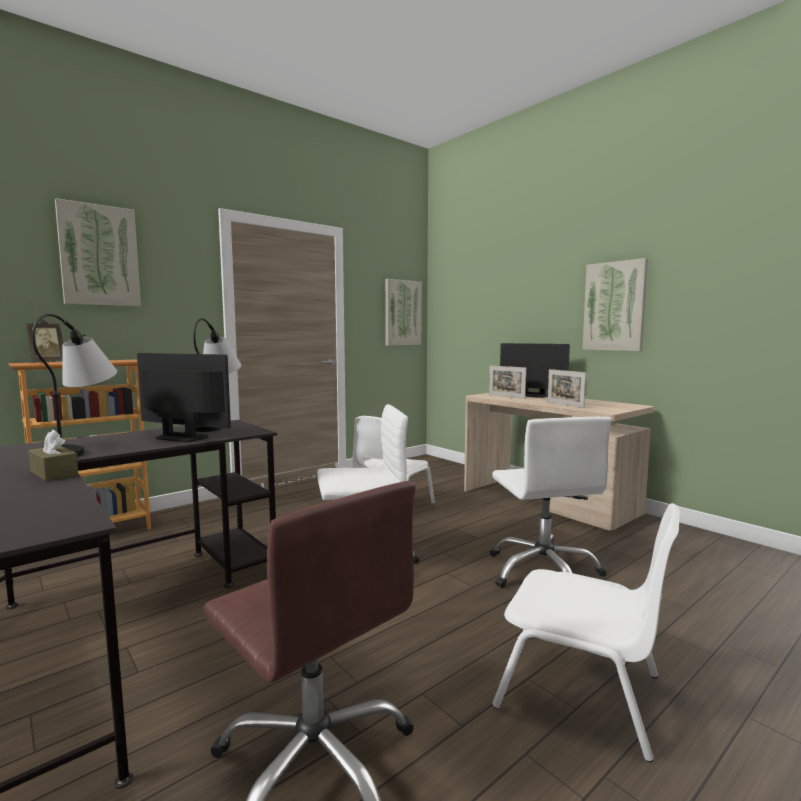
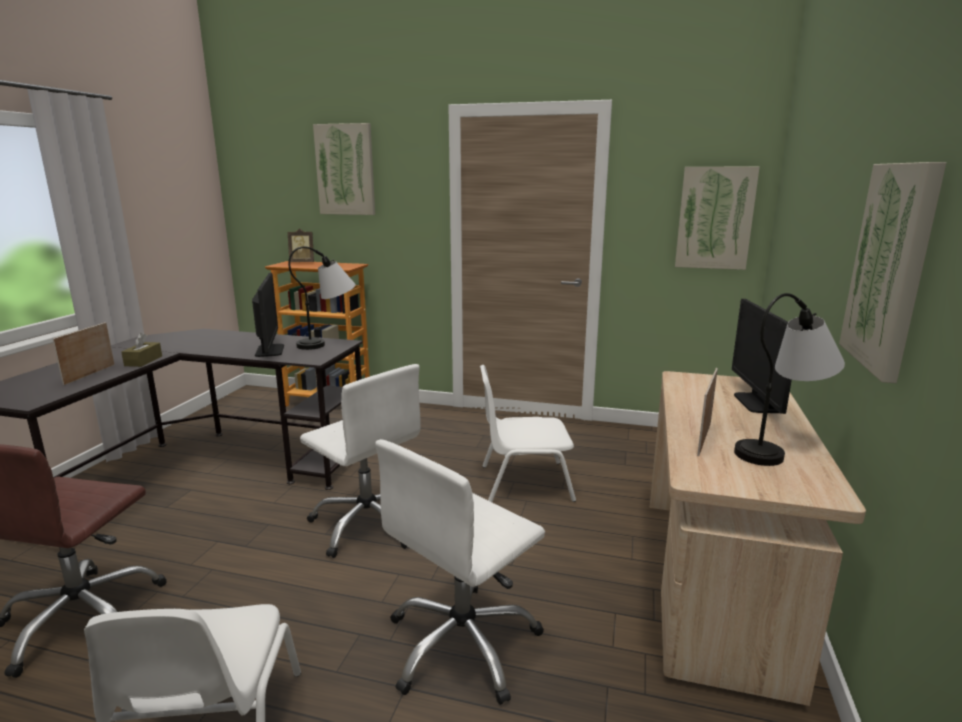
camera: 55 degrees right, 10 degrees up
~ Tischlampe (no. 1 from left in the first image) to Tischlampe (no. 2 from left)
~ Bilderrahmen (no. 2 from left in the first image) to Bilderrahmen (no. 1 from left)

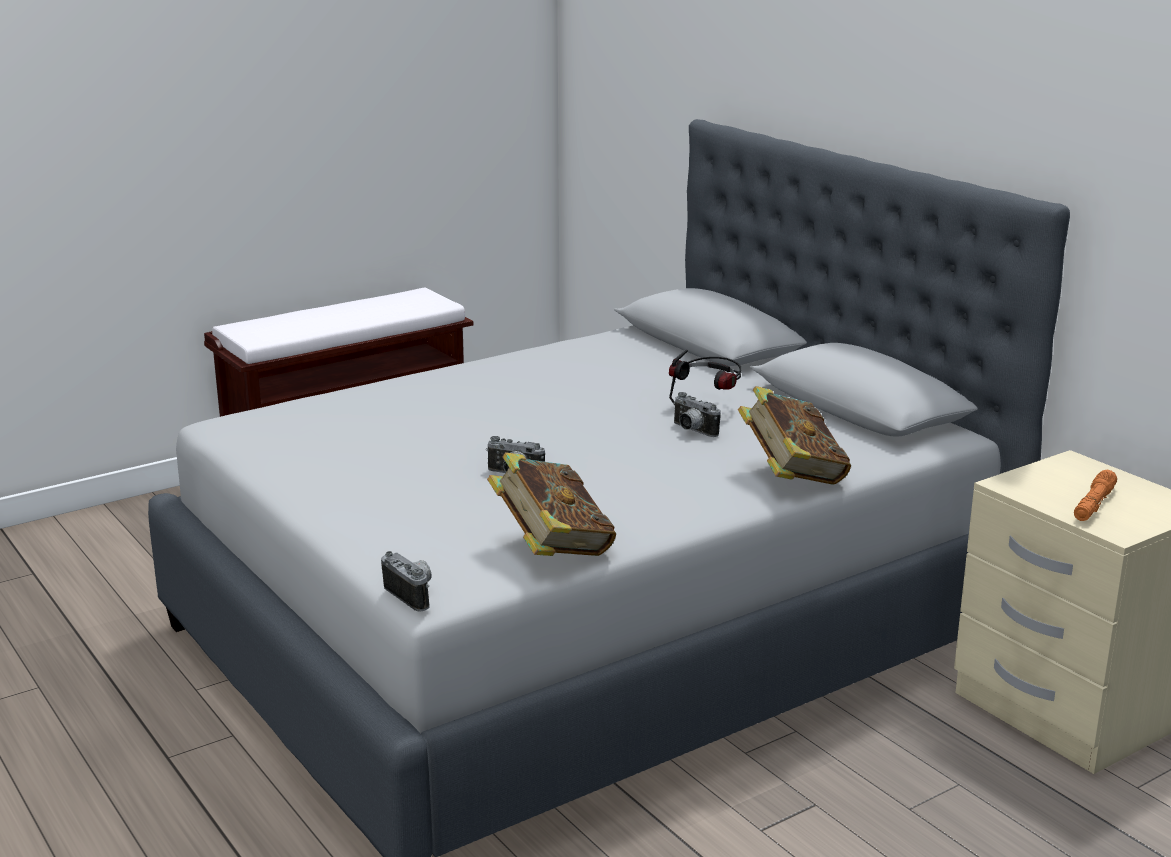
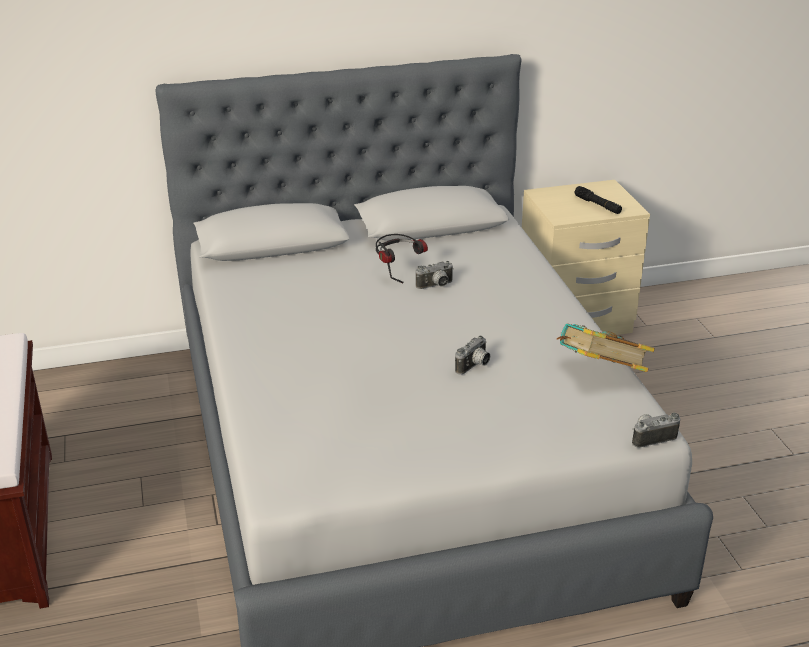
camera: 70 degrees left, 10 degrees up
- Buch (no. 2 from left)
~ Taschenlampe [orange] to Taschenlampe [schwarz]

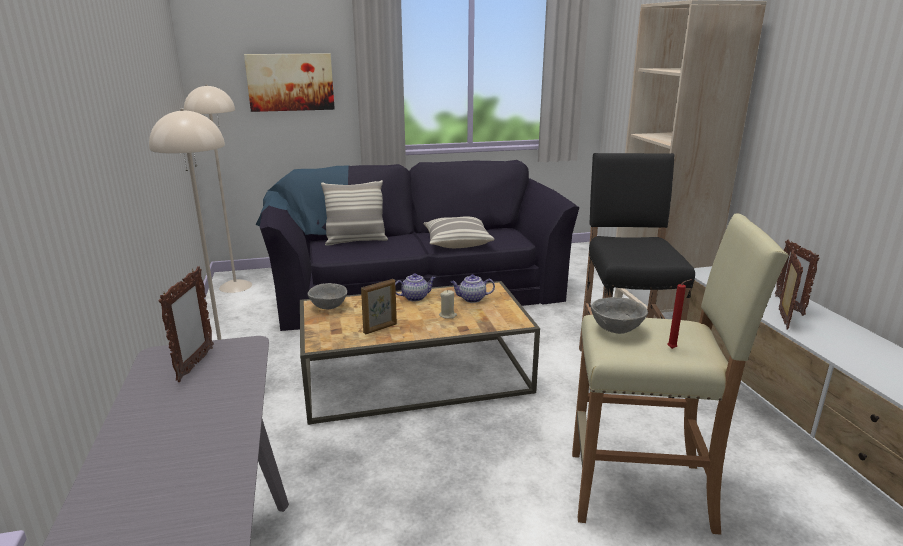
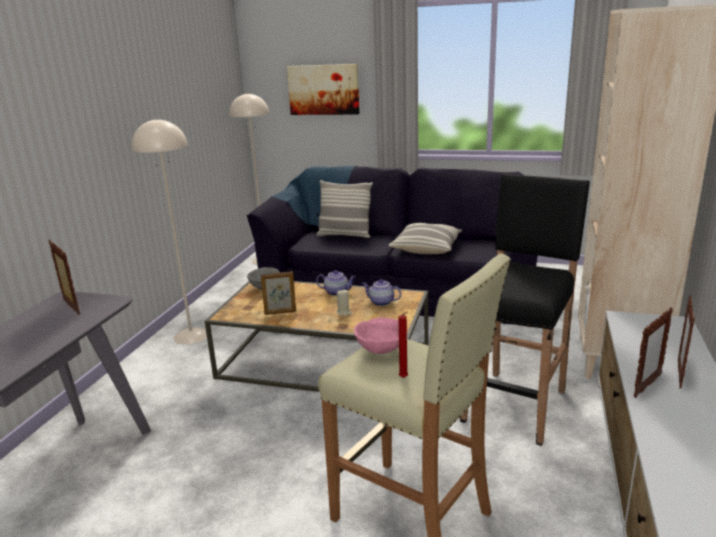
camera: 30 degrees right, 0 degrees up
~ Schüssel [grau] (no. 2 from left) to Schüssel [rosa]
~ Bilderrahmen (no. 1 from left) 75 degrees counterclockwise

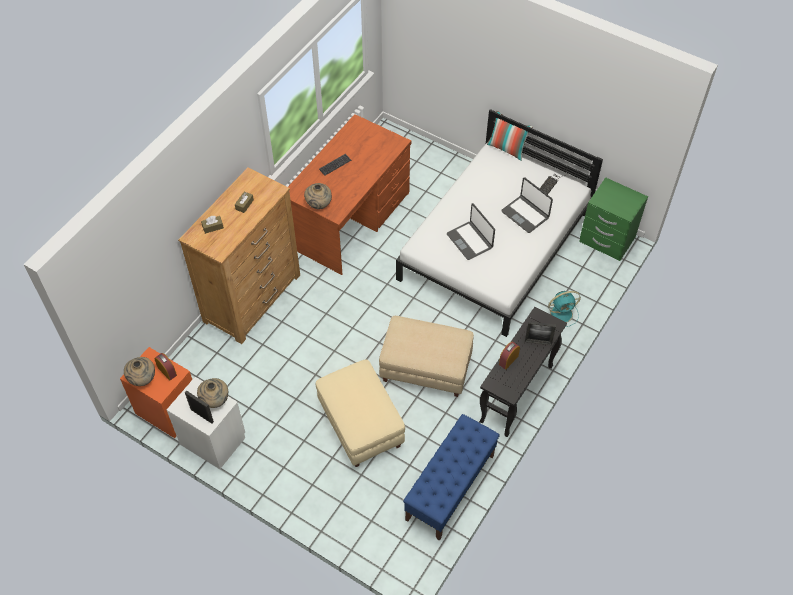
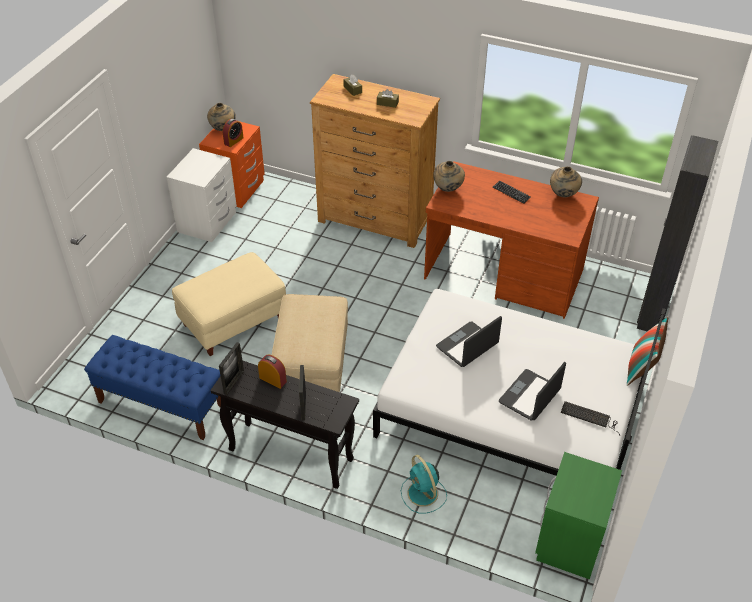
camera: 80 degrees right, 10 degrees down
+ Kleiderschrank [schwarz]
~ Bilderrahmen (no. 1 from left)
~ Vase [beige] (no. 2 from left in the first image) to Vase [beige] (no. 3 from left)

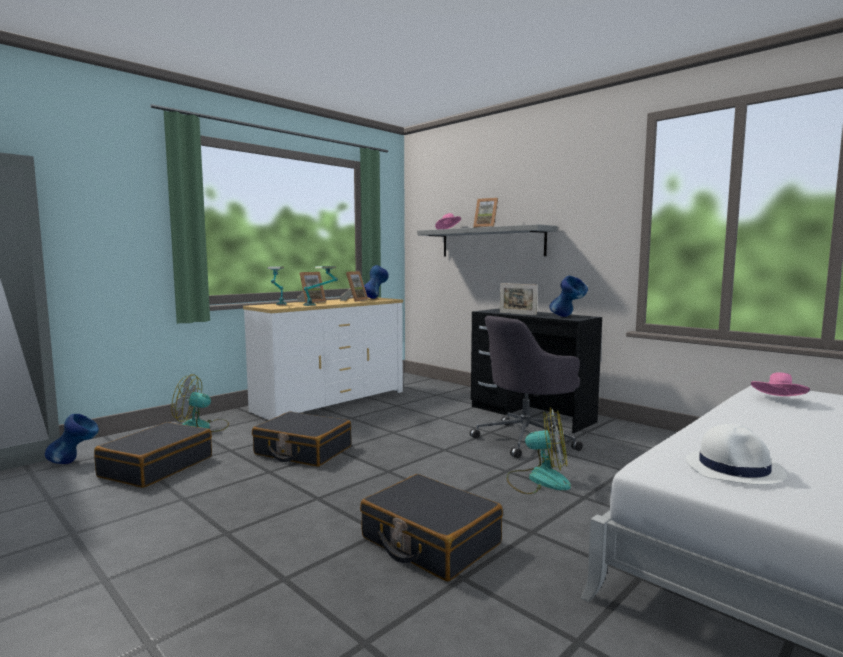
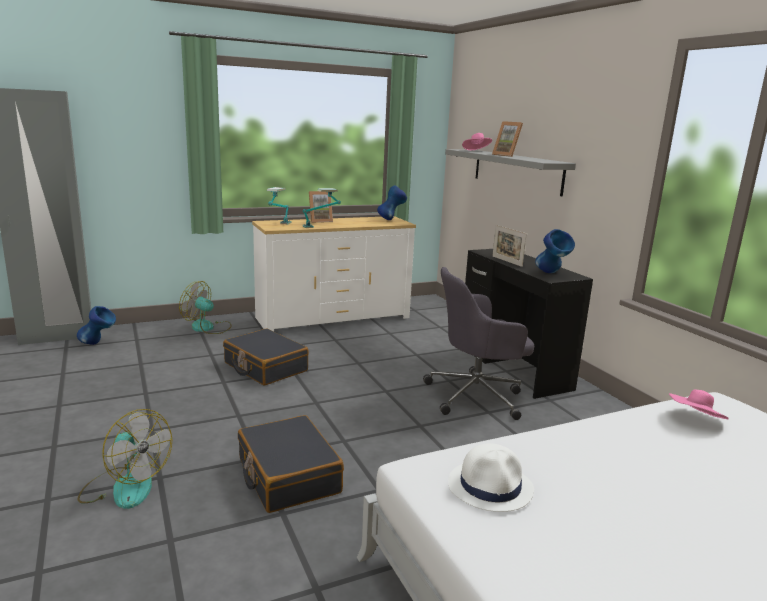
camera: 20 degrees right, 10 degrees up
- Koffer [schwarz] (no. 1 from left)
- Bilderrahmen (no. 2 from left)
~ Ventilator (no. 2 from left in the first image) to Ventilator (no. 1 from left)

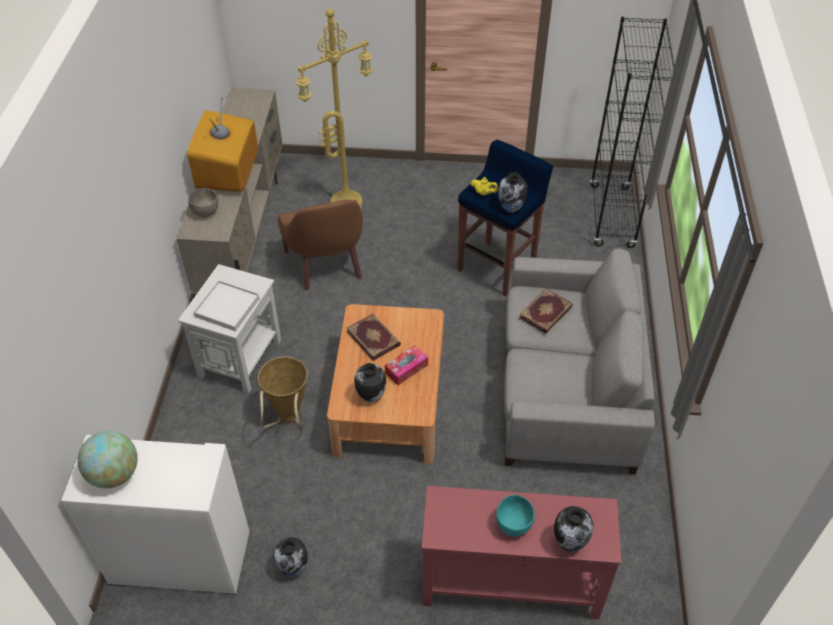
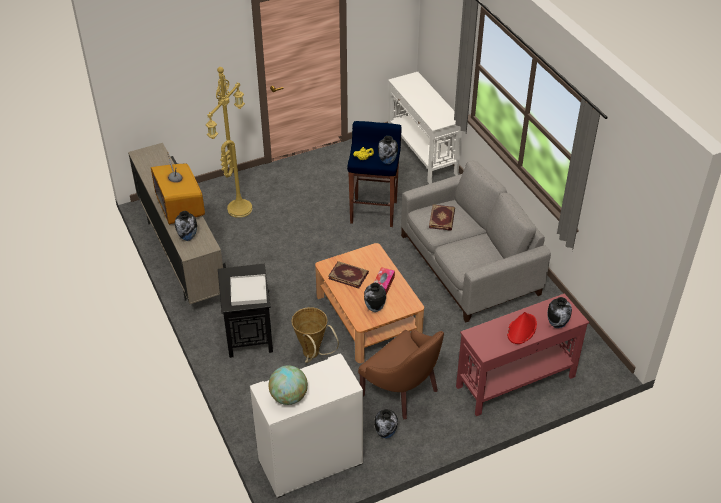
camera: 30 degrees left, 5 degrees down
~ Sessel [braun]
~ Schüssel [grau] to Vase (no. 1 from left)
~ Schüssel [türkis] to Hut [rot]
~ Bücherregal [schwarz] to Konsolentisch [weiß]
~ Beistelltisch [weiß] to Beistelltisch [schwarz]

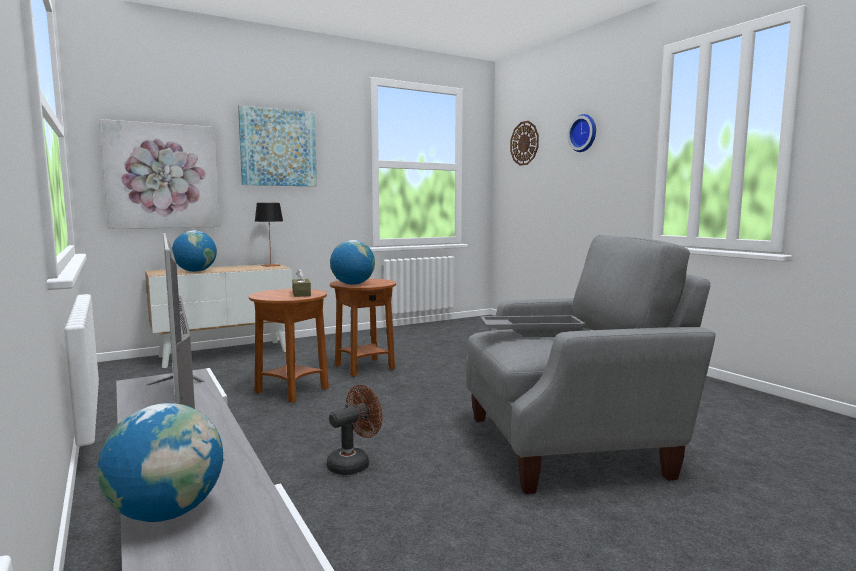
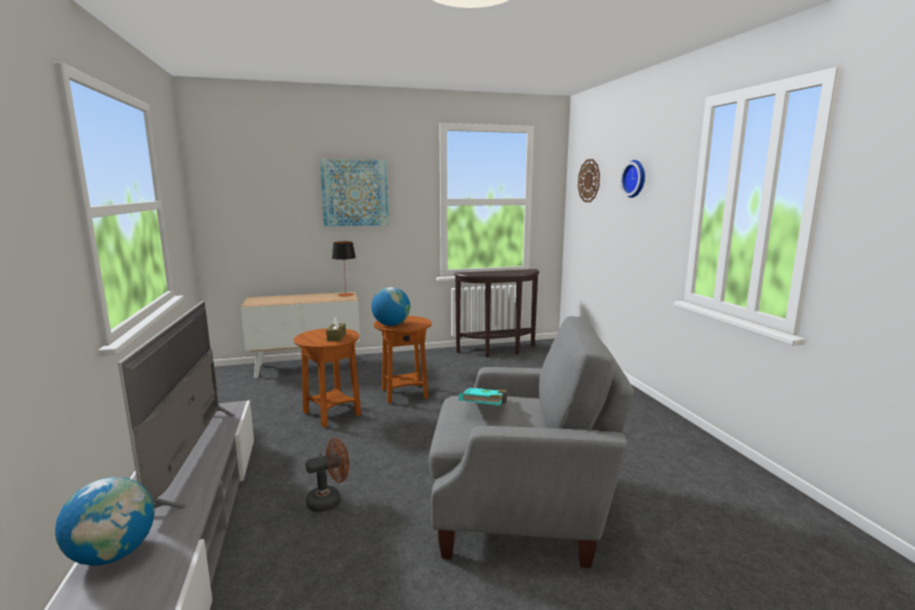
camera: 15 degrees right, 5 degrees up
- Bild (no. 1 from left)
- Globus (no. 2 from left)
+ Konsolentisch [braun]
~ Tablett [grau] to Buch [türkis]

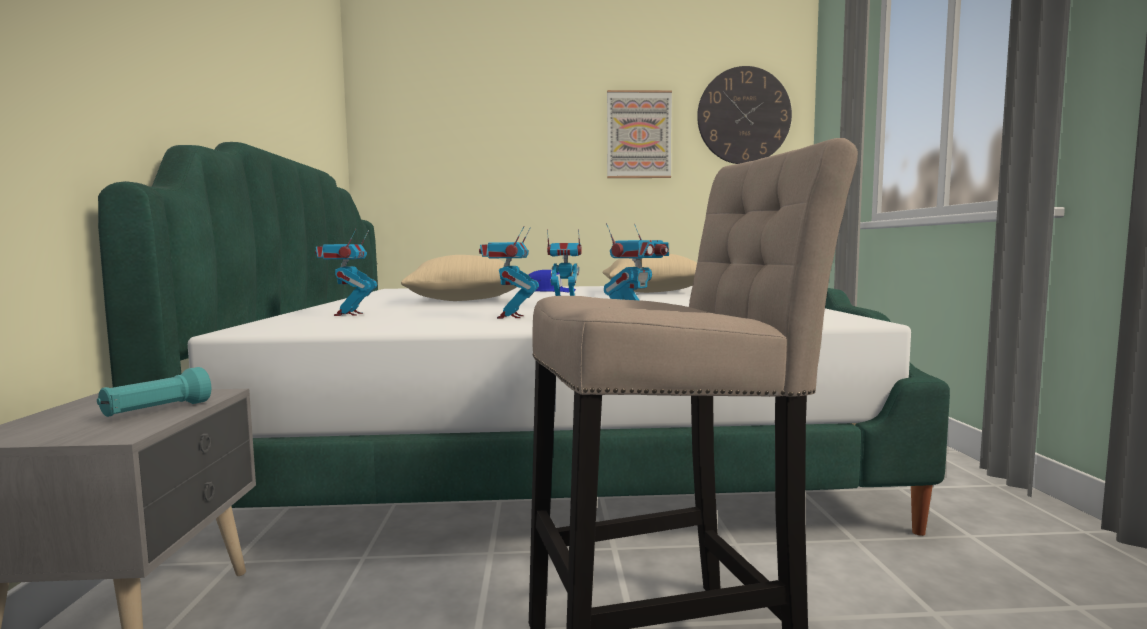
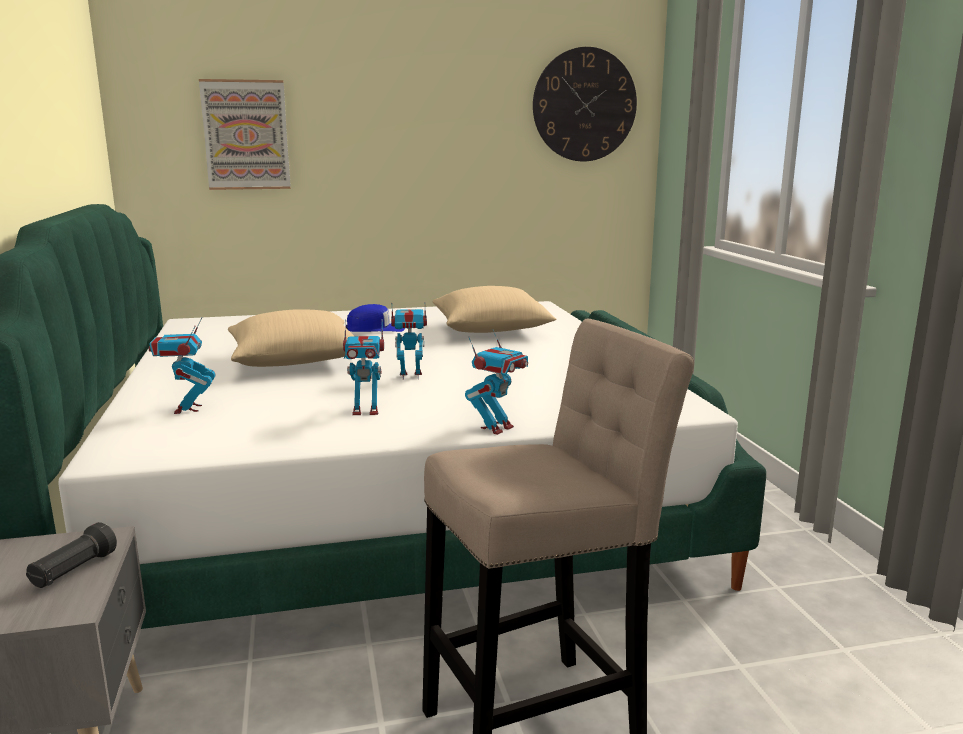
camera: 10 degrees left, 10 degrees up
~ Bild
~ Taschenlampe [türkis] to Taschenlampe [schwarz]
~ Spielzeugroboter (no. 2 from left) 90 degrees counterclockwise

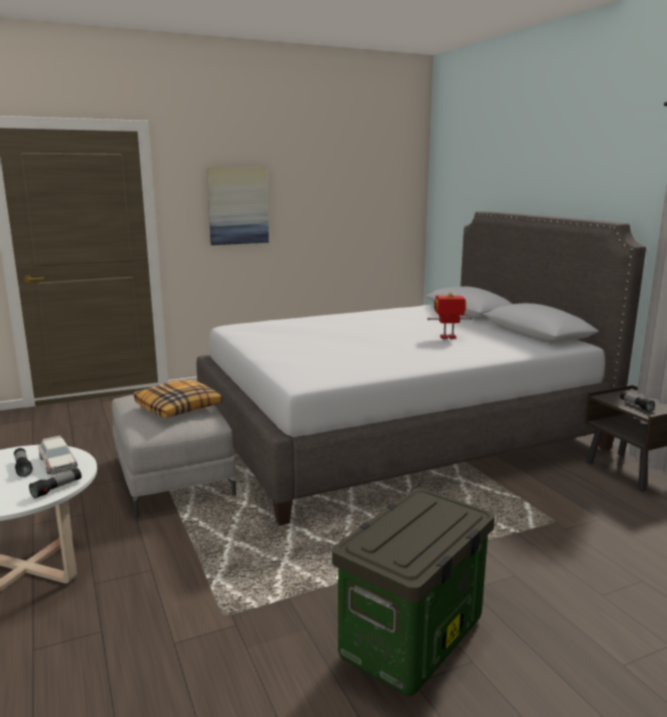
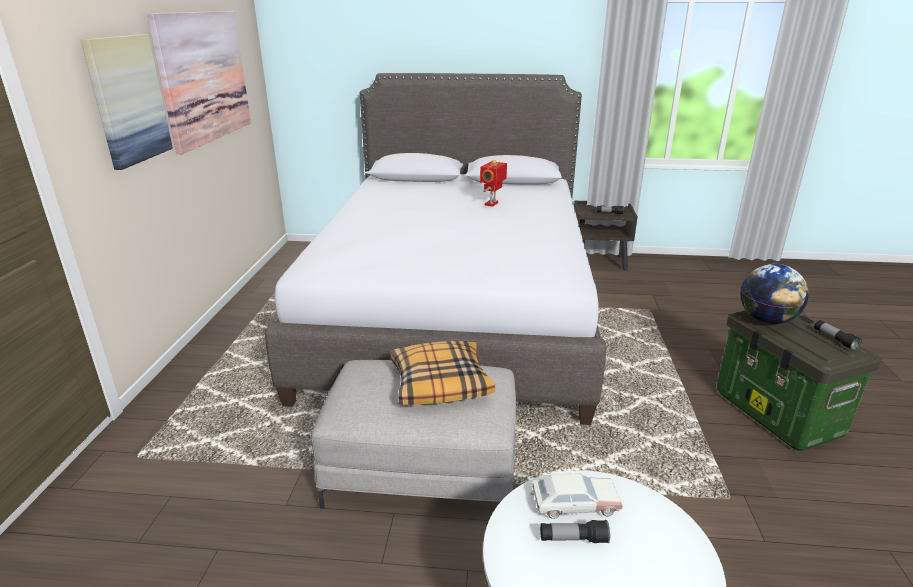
camera: 60 degrees left, 10 degrees up
+ Bild (no. 2 from left)
+ Globus
~ Taschenlampe (no. 2 from left in the first image) to Taschenlampe (no. 3 from left)

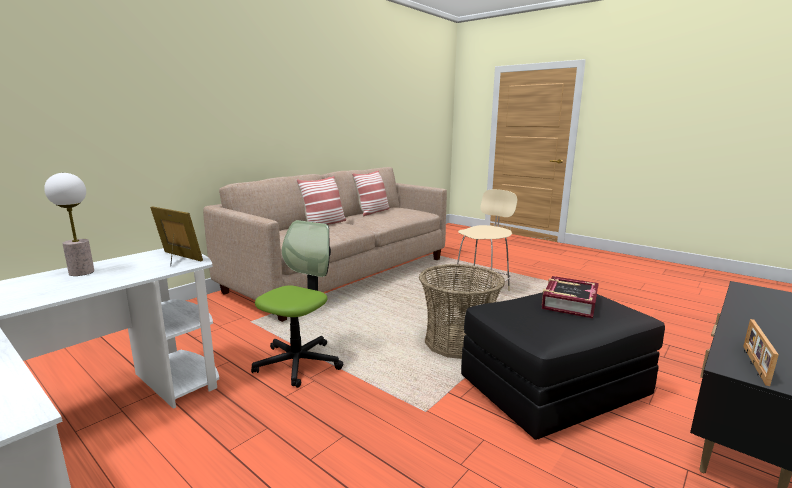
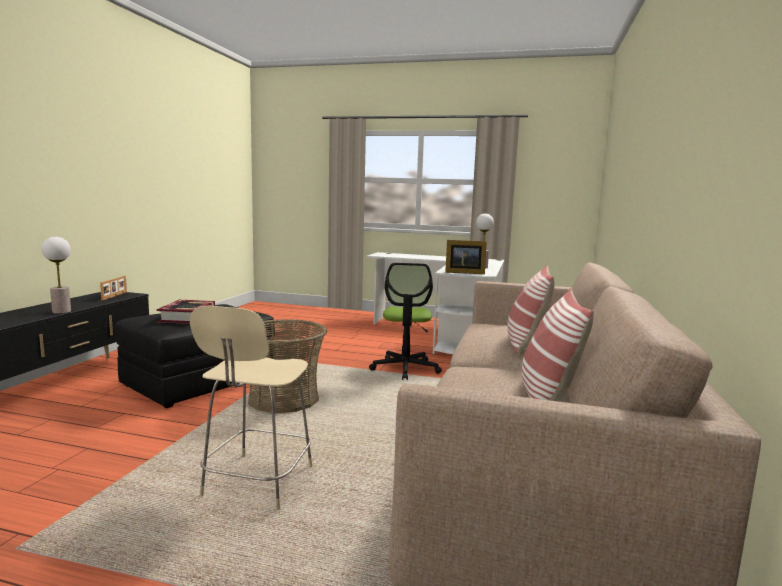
camera: 155 degrees right, 5 degrees down
+ Tischlampe (no. 1 from left)

